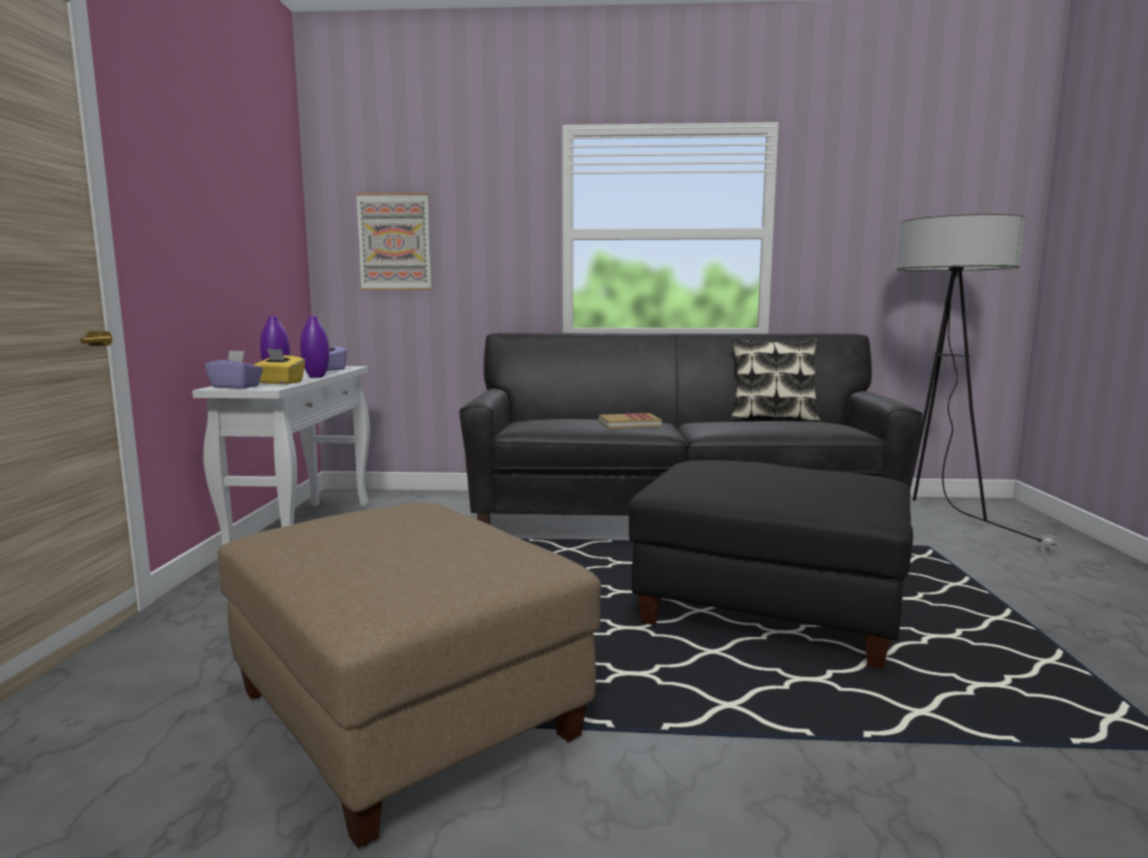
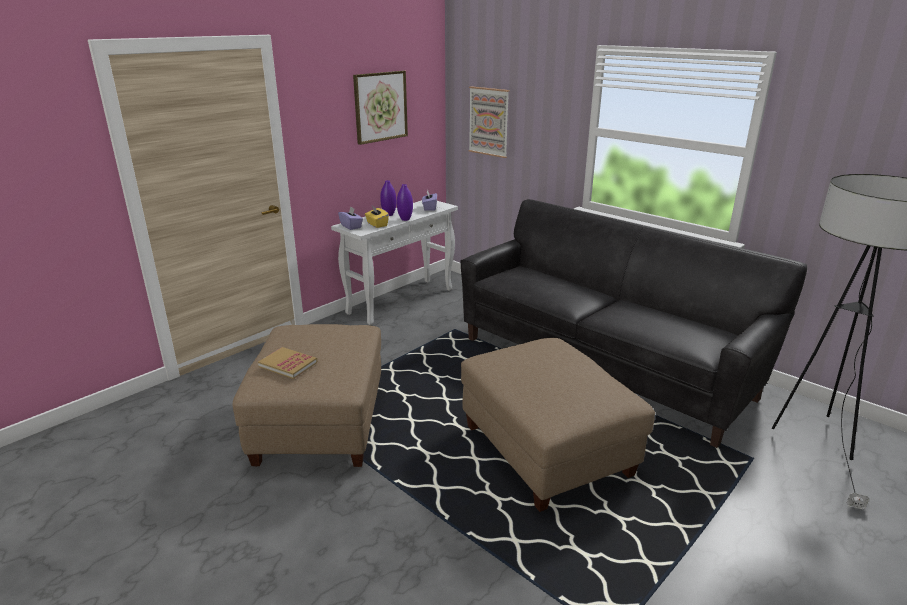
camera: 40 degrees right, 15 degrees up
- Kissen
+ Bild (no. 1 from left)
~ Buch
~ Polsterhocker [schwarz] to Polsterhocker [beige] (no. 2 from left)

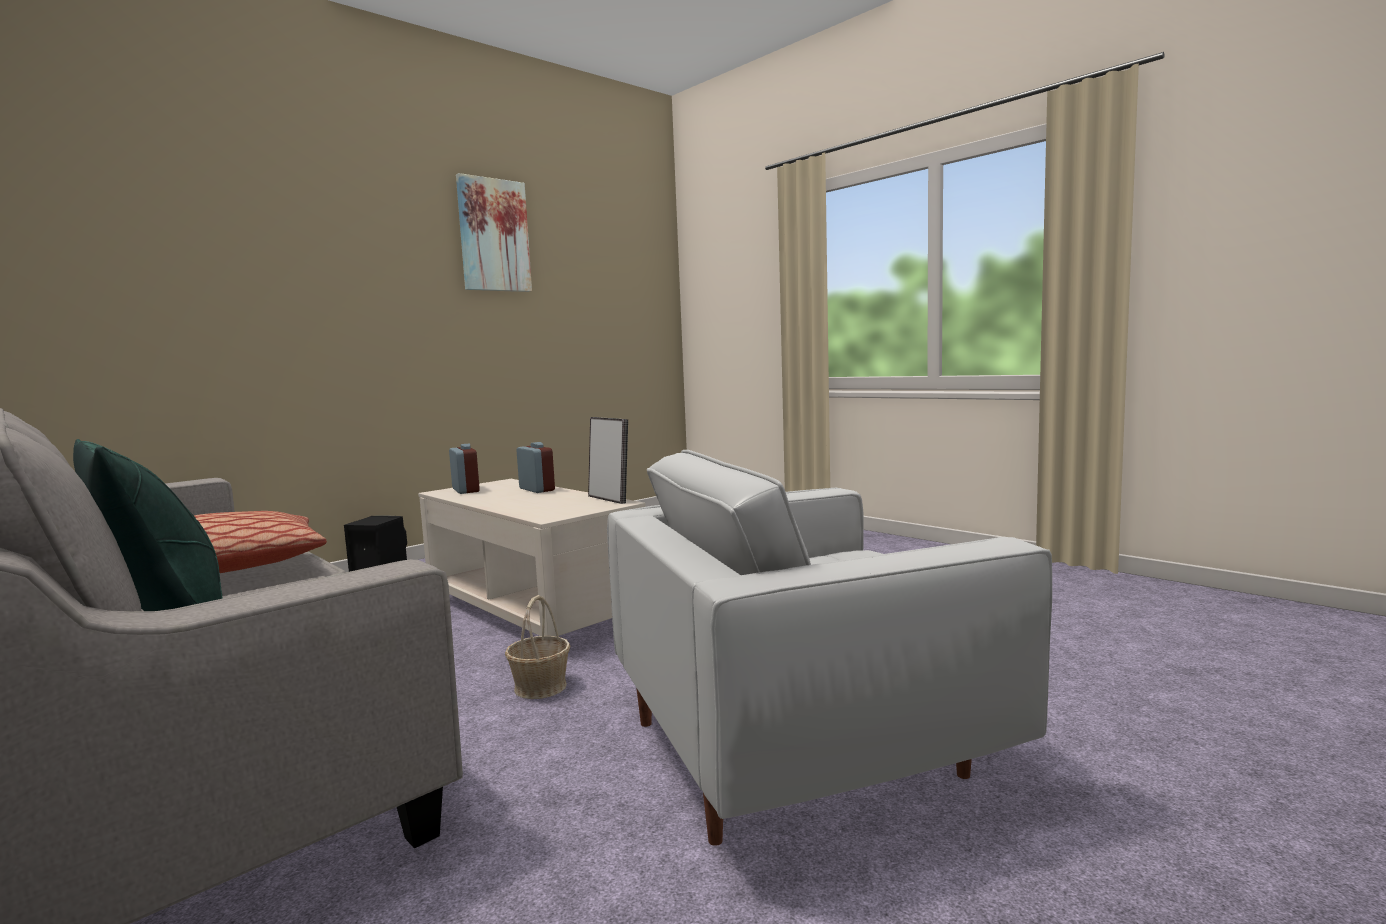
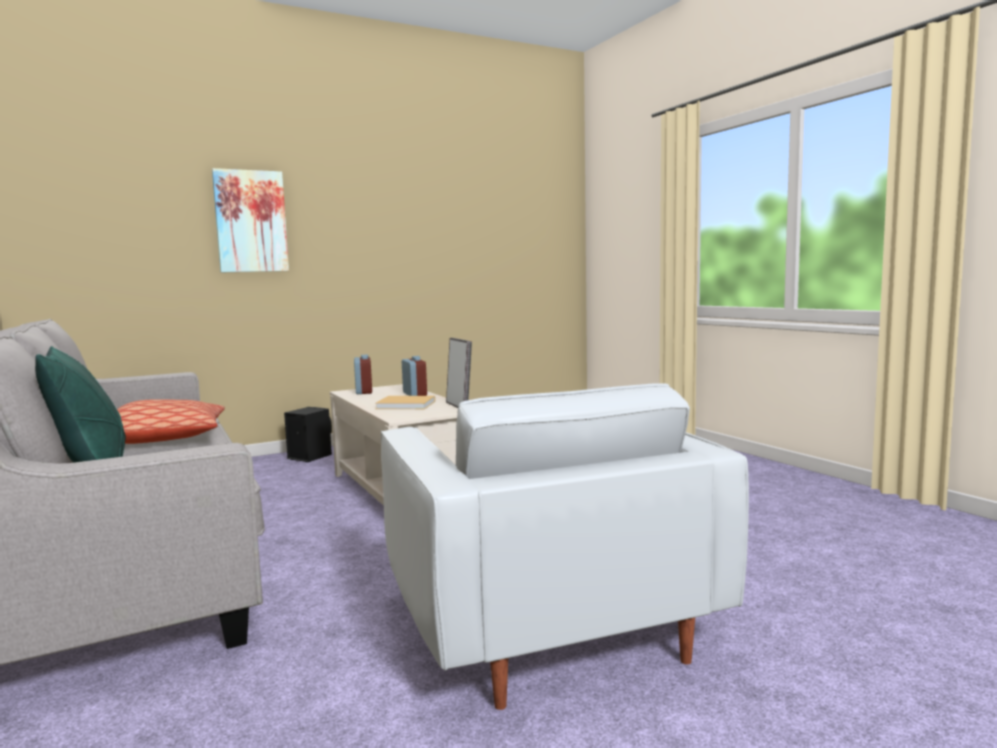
camera: 15 degrees right, 0 degrees up
- Korb
+ Buch [beige]
~ Bild
~ Sessel [weiß] 105 degrees counterclockwise

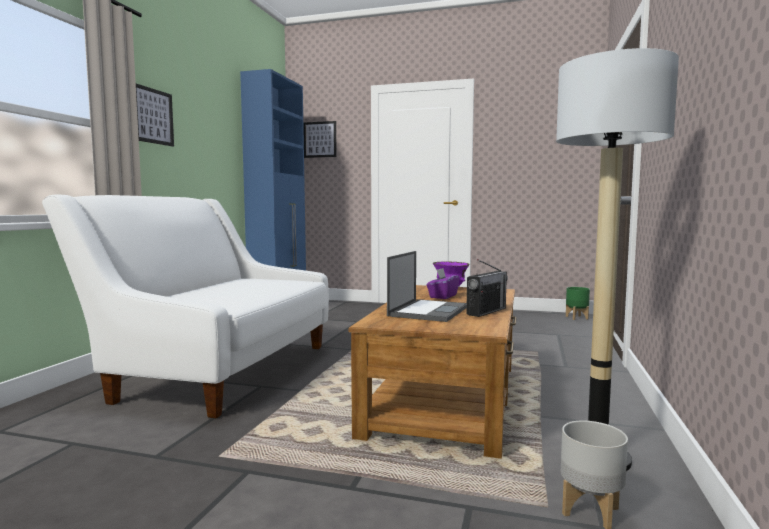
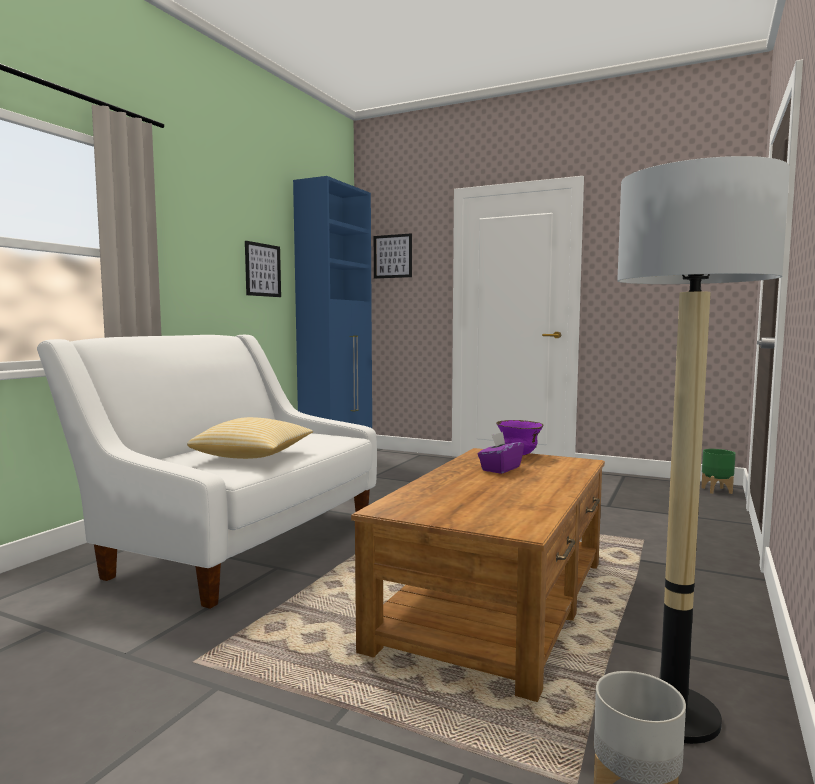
camera: 10 degrees right, 0 degrees up
- Laptop
- Radio
+ Kissen
~ Bild (no. 1 from left)

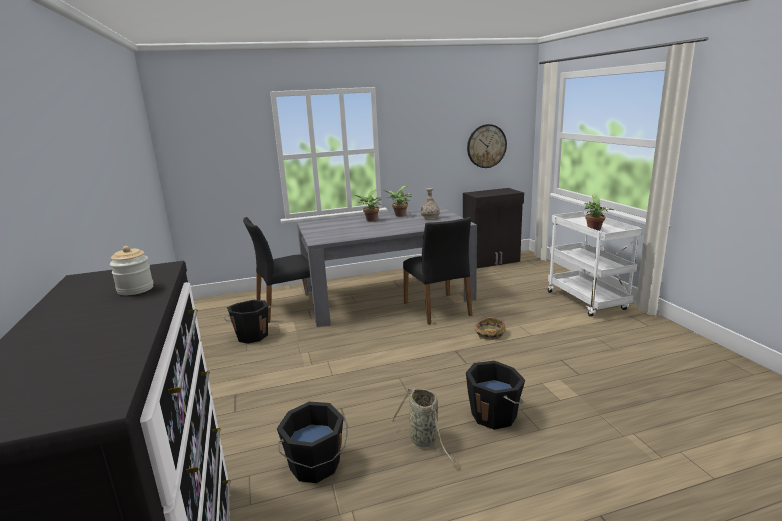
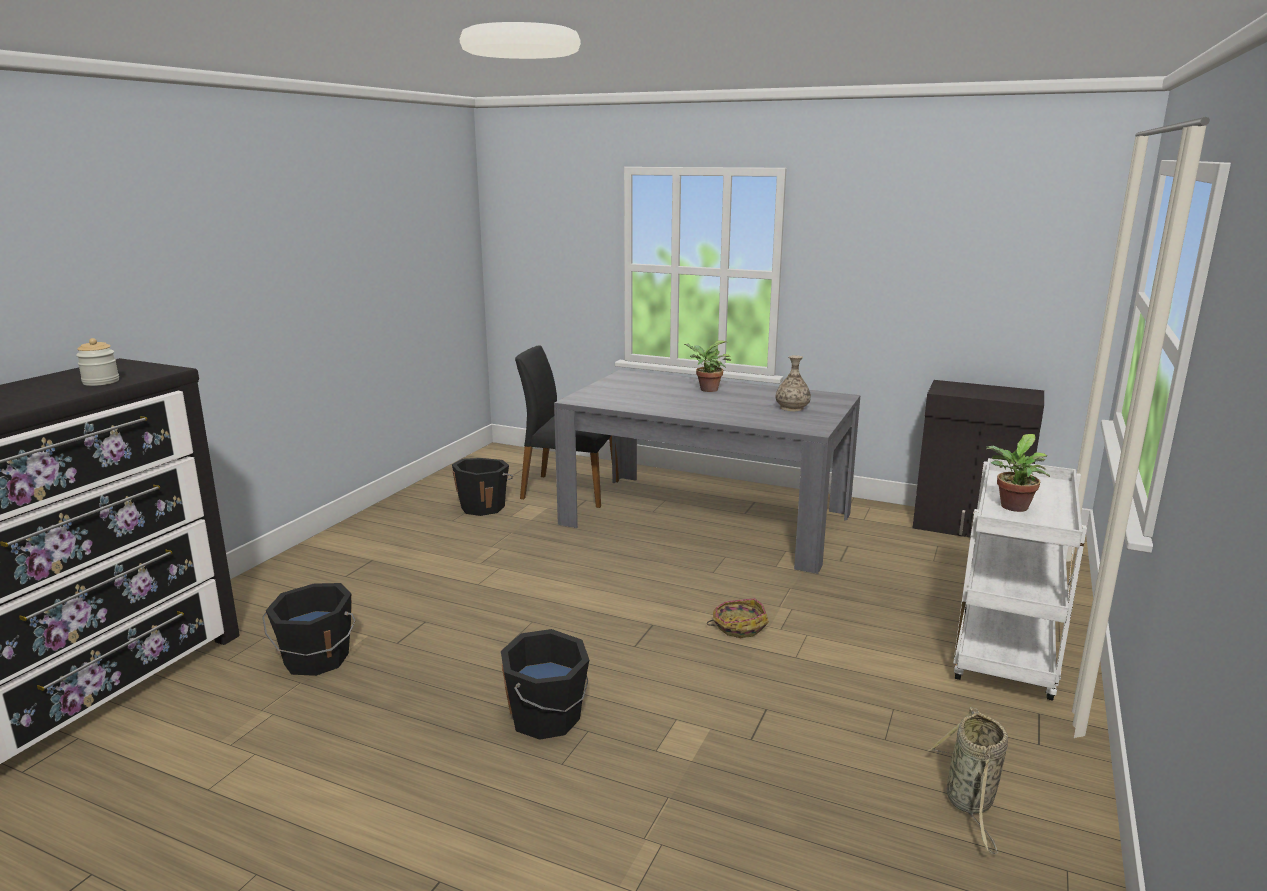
camera: 40 degrees right, 0 degrees up
- Topfpflanze (no. 2 from left)
- Stuhl [schwarz] (no. 2 from left)
- Wanduhr
~ Korb (no. 1 from left in the first image) to Korb (no. 2 from left)

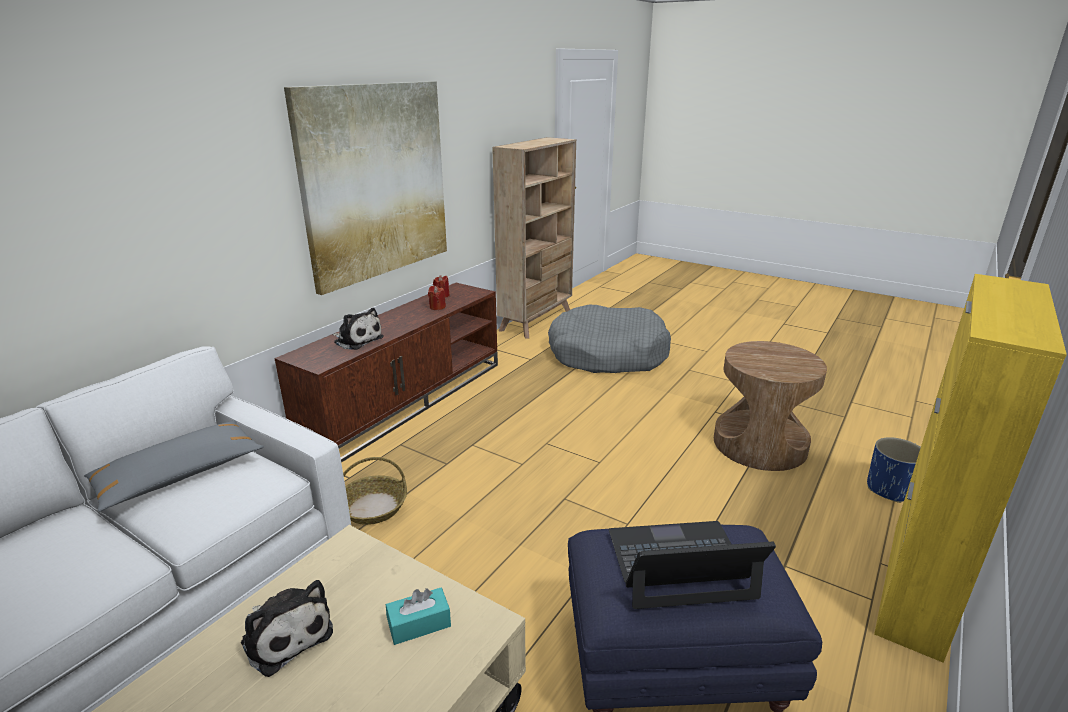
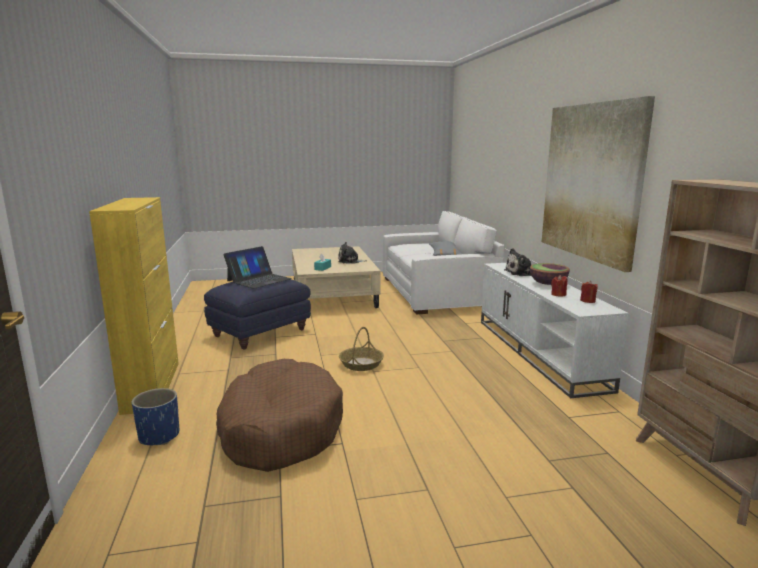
camera: 135 degrees right, 10 degrees down
- Hundebett [grau]
+ Schüssel
~ Korb
~ Beistelltisch [braun] to Hundebett [braun]
~ Fernsehschrank [braun] to Fernsehschrank [weiß]

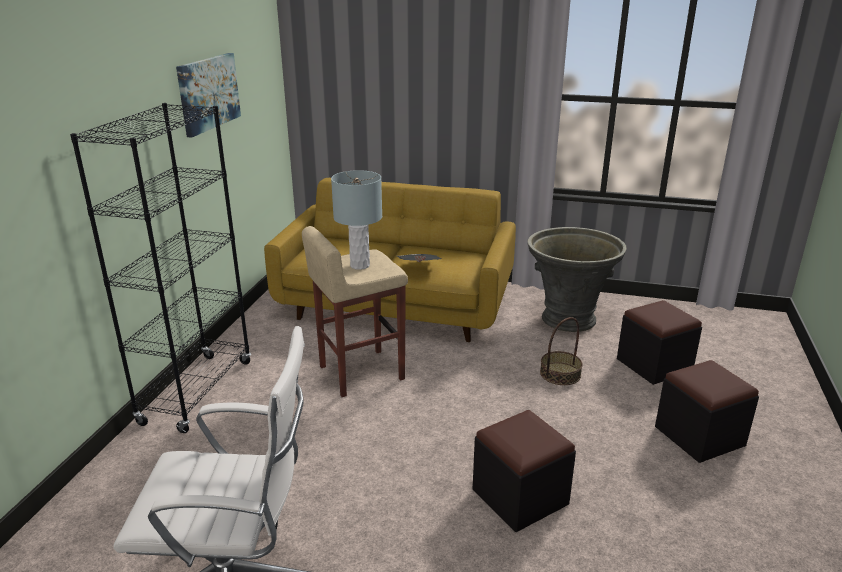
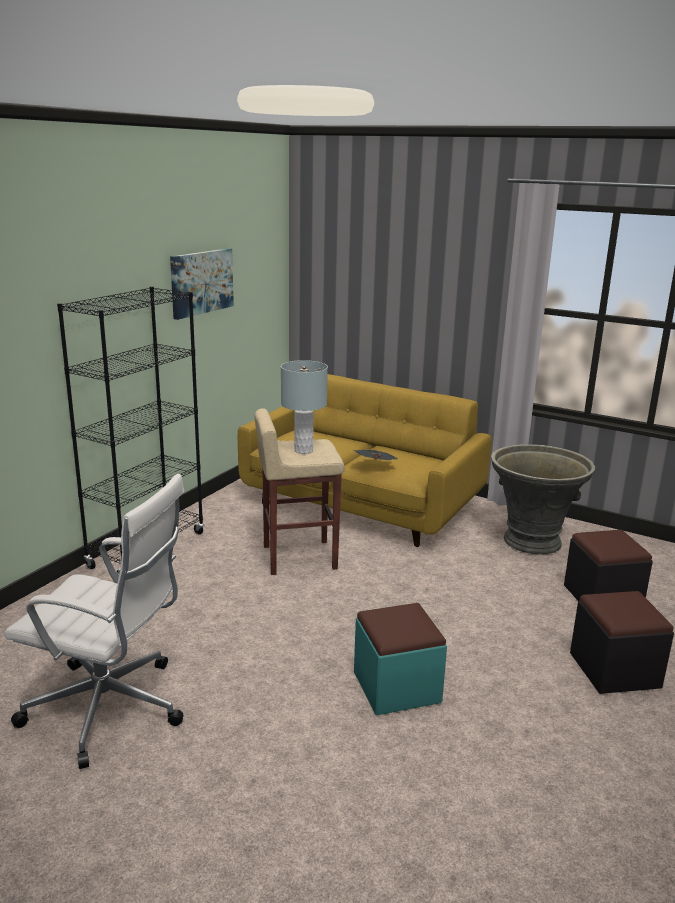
camera: 15 degrees right, 5 degrees down
- Korb
~ Polsterhocker [schwarz] (no. 1 from left) to Polsterhocker [türkis]

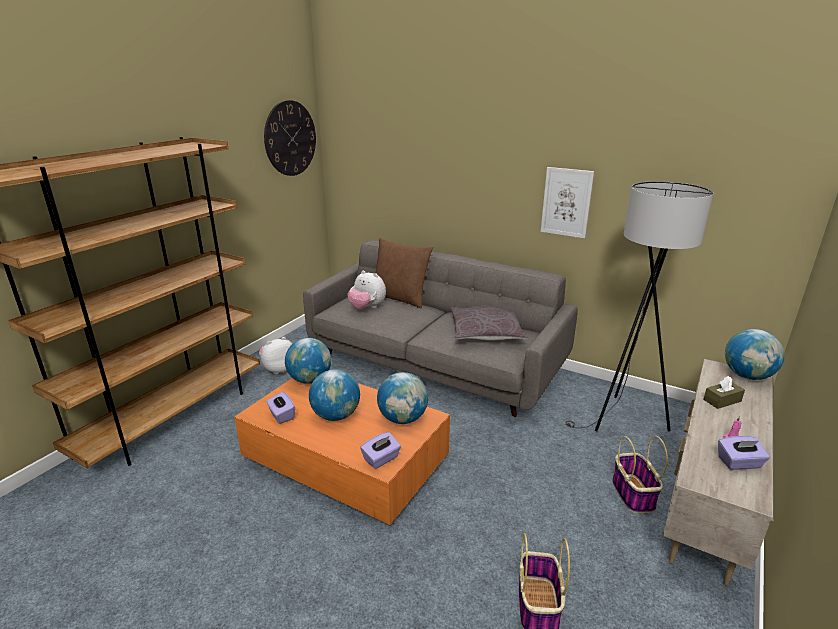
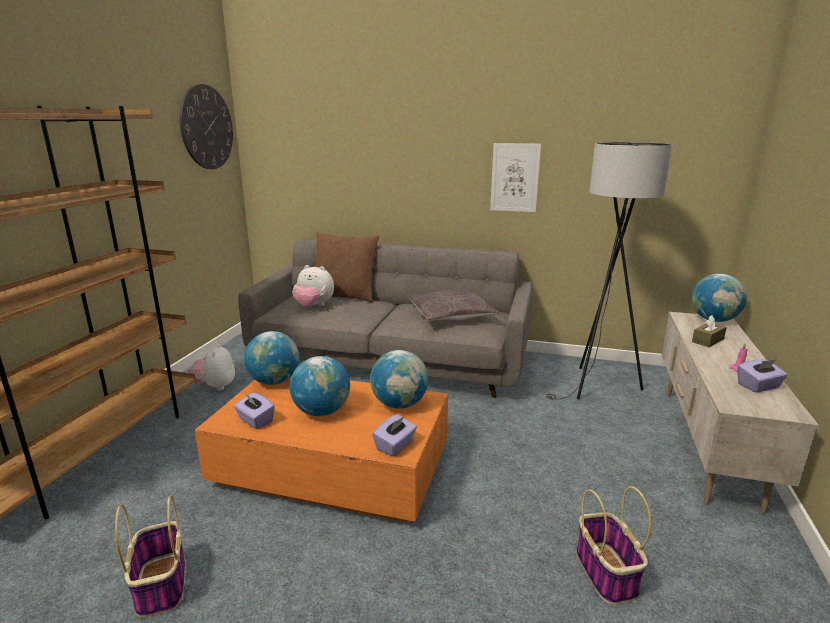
camera: 15 degrees left, 5 degrees down
~ Korb (no. 2 from left in the first image) to Korb (no. 1 from left)
~ Plüschtier (no. 1 from left) 45 degrees counterclockwise

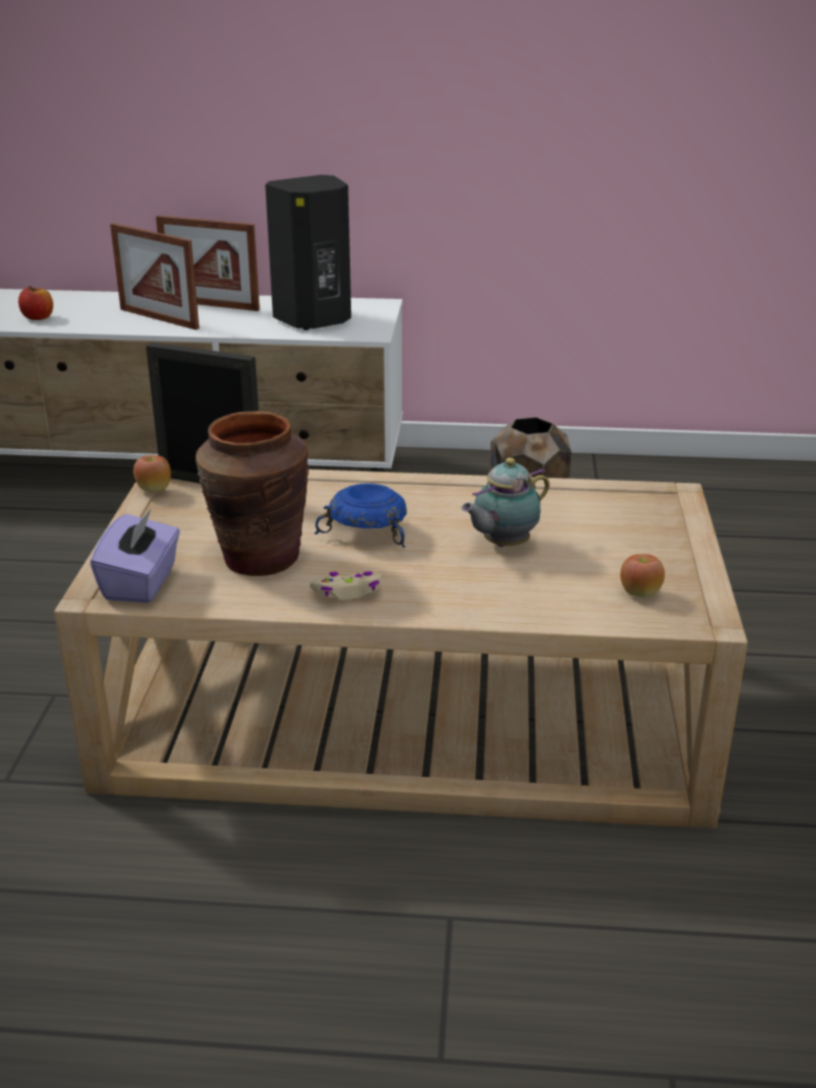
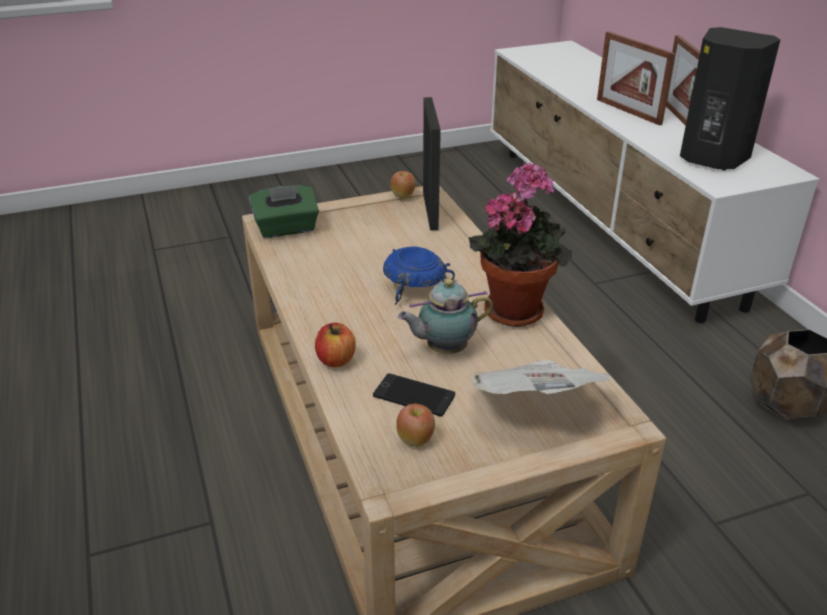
camera: 65 degrees right, 5 degrees up
- Vase [braun]
- Gamepad [beige]
+ Handy
+ Topfpflanze
+ Zeitung
~ Apfel (no. 1 from left)
~ Taschentuchbox [lila] to Taschentuchbox [grün]
~ Bilderrahmen (no. 1 from left in the first image) 45 degrees counterclockwise
~ Teekanne 45 degrees counterclockwise

